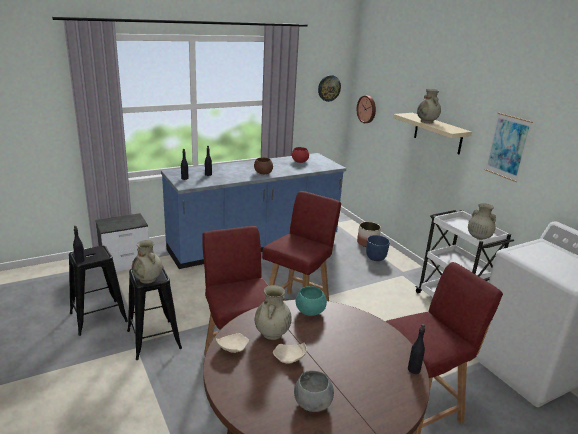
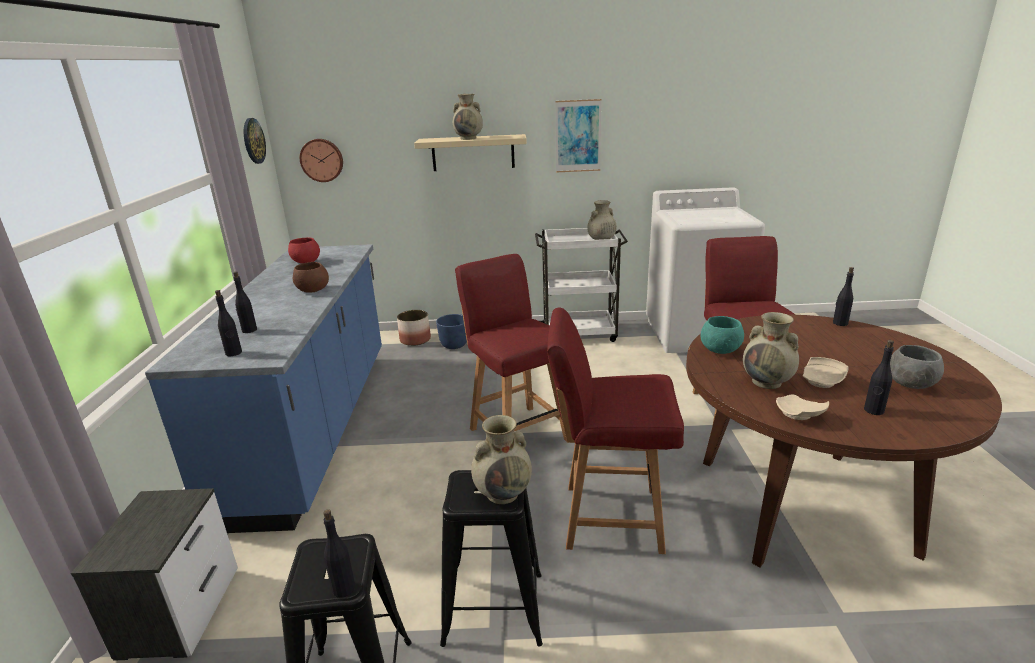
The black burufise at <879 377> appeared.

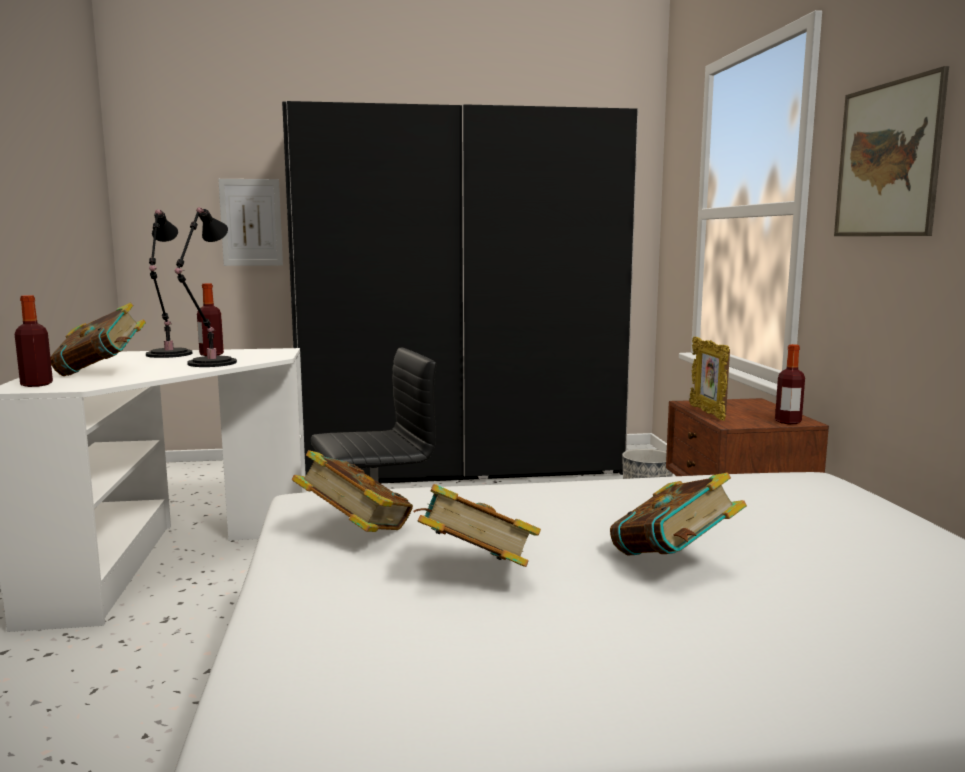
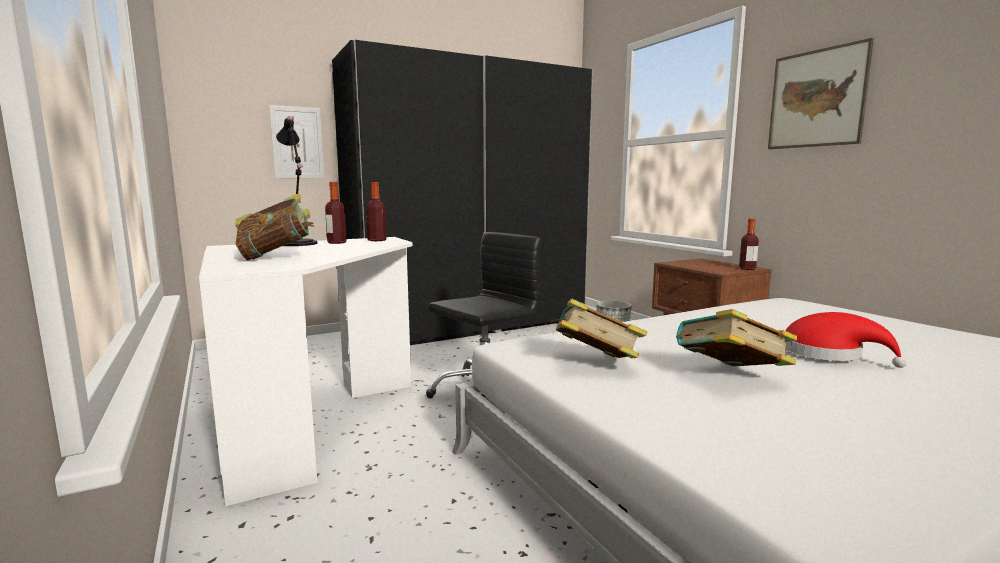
The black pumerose at <206 287> disappeared.
The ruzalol at <709 378> disappeared.
The burufise moved from <34 341> to <376 211>.
The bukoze at <678 514> was replaced by the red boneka at <846 340>.

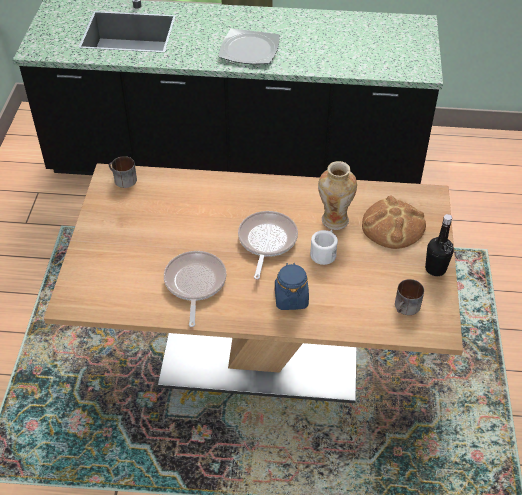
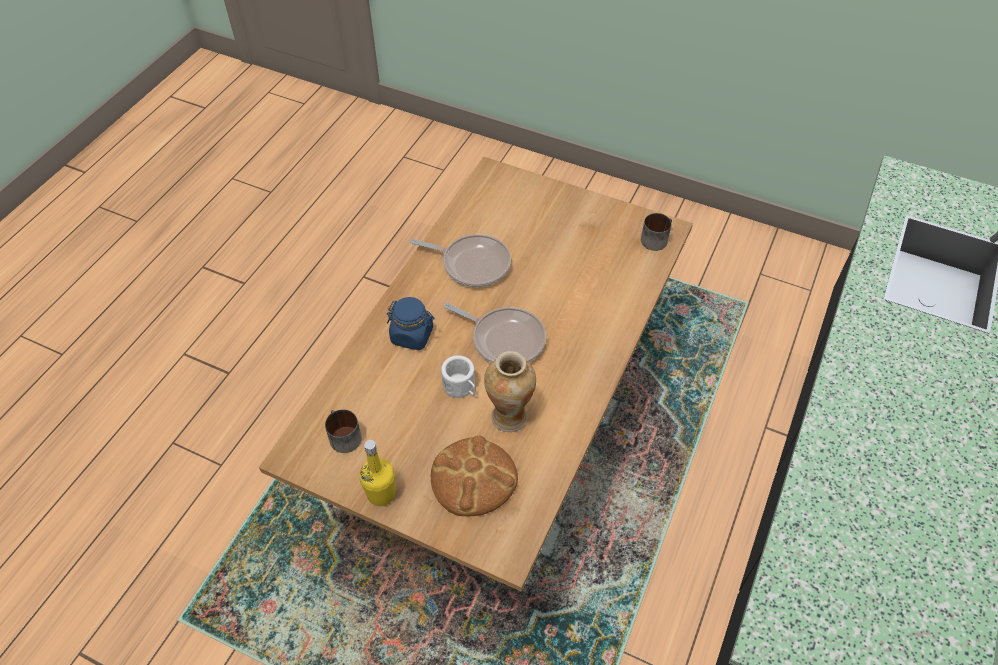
The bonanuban at <249 46> disappeared.
The black burufise at <439 245> became the yellow burufise at <377 473>.

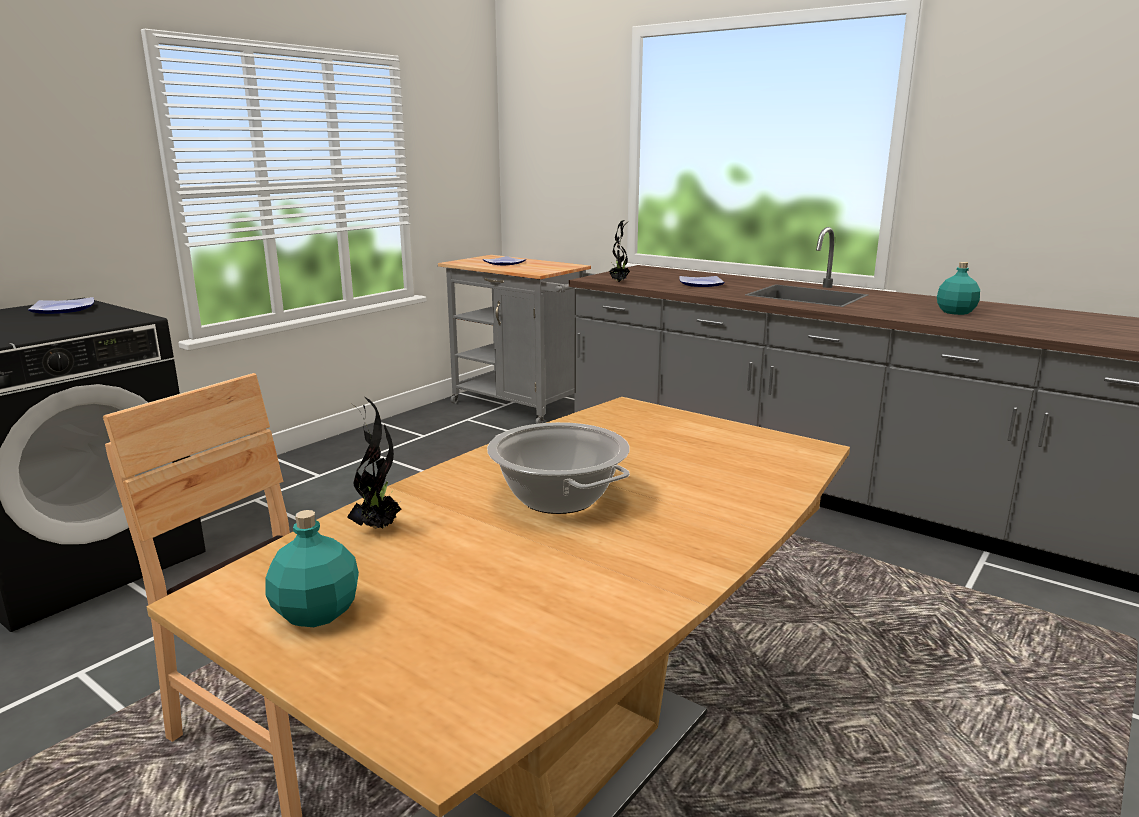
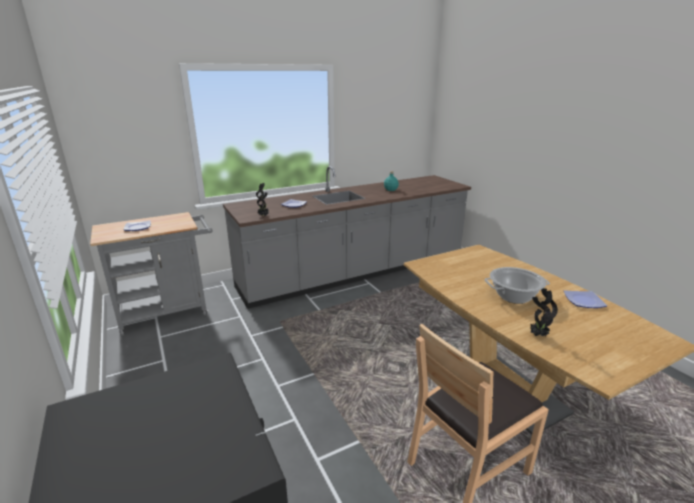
The turquoise burufise at <312 568> disappeared.
The bonanuban moved from <61 305> to <585 299>.

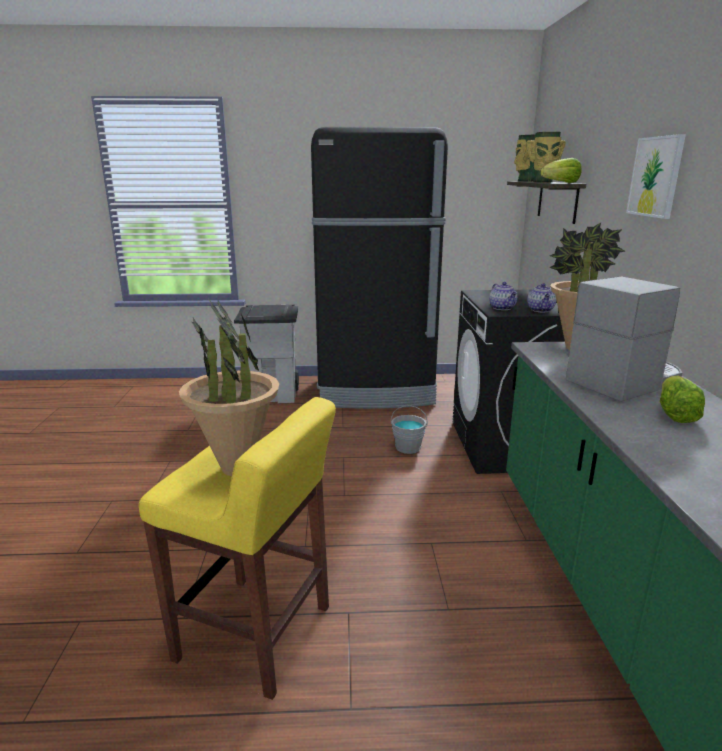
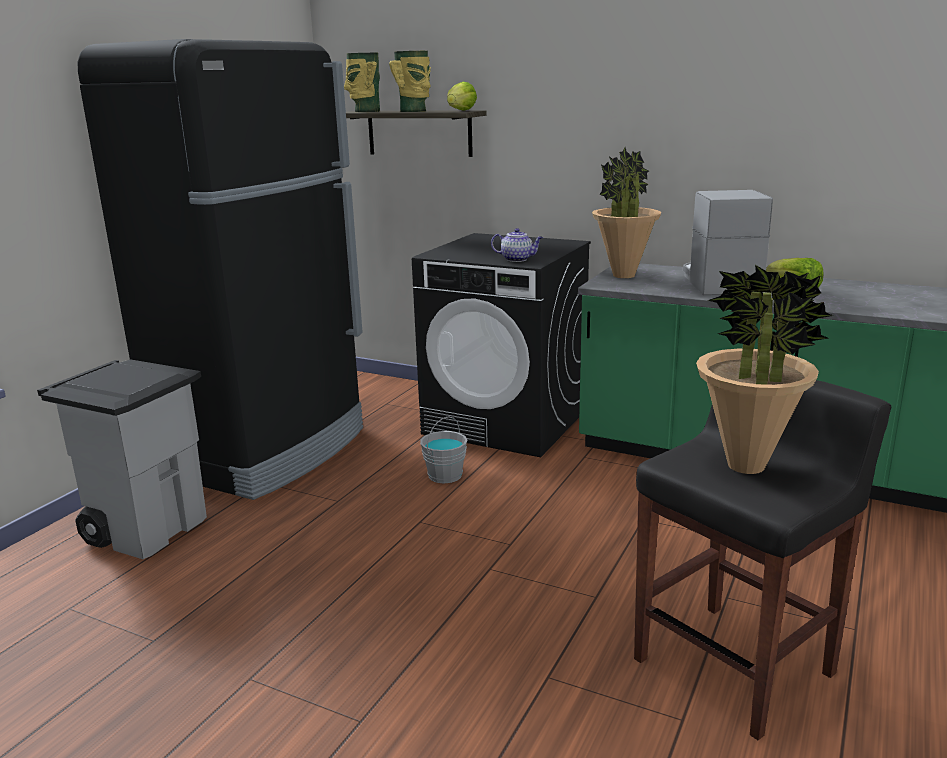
The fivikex at <542 297> disappeared.
The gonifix at <656 176> disappeared.
The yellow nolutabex at <237 548> became the black nolutabex at <762 560>.

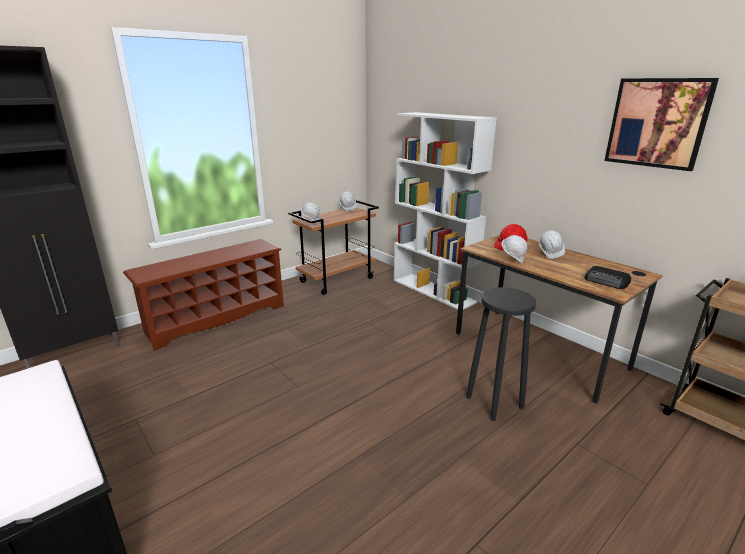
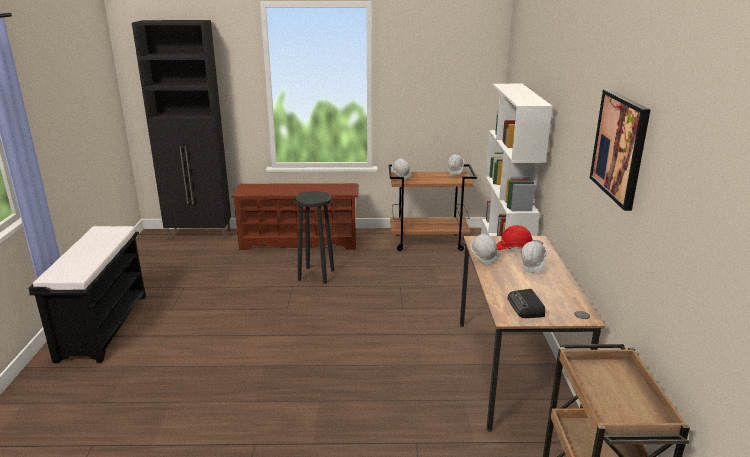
The black nolutabex moved from <501 354> to <314 237>.

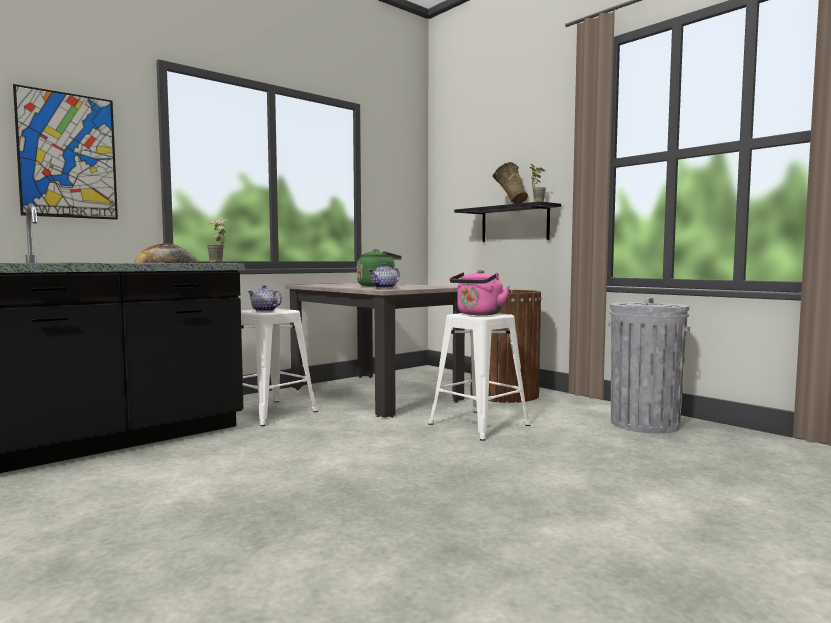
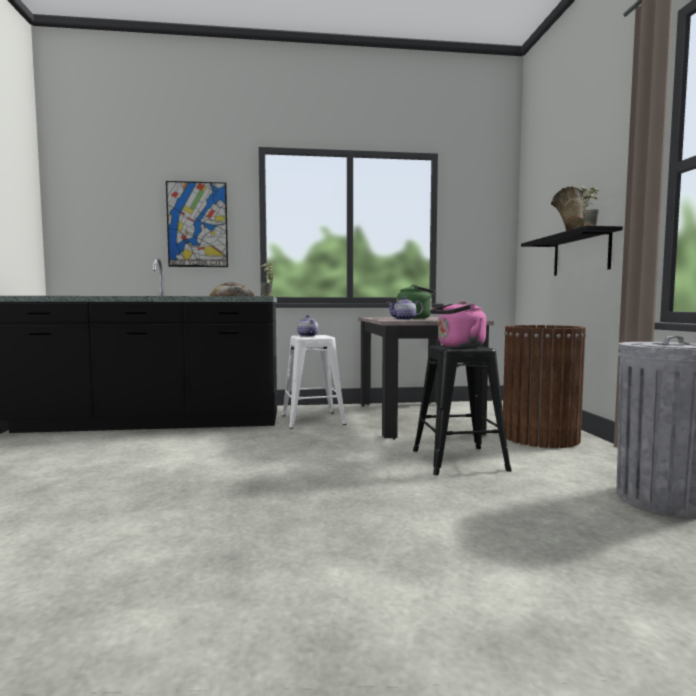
The white nolutabex at <479 377> became the black nolutabex at <462 410>.

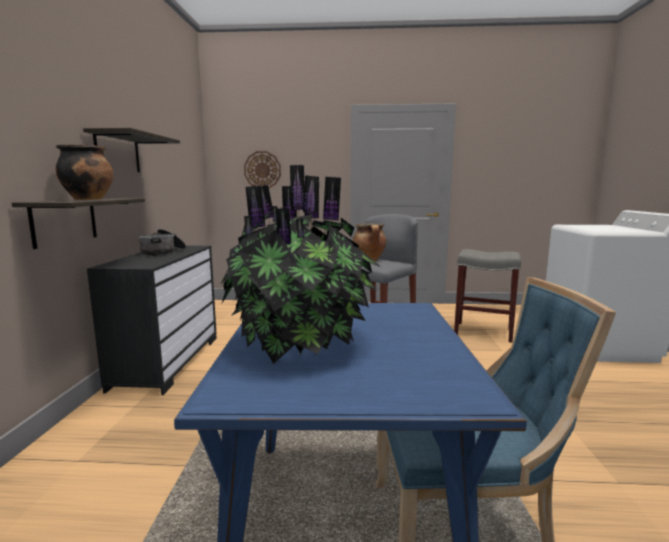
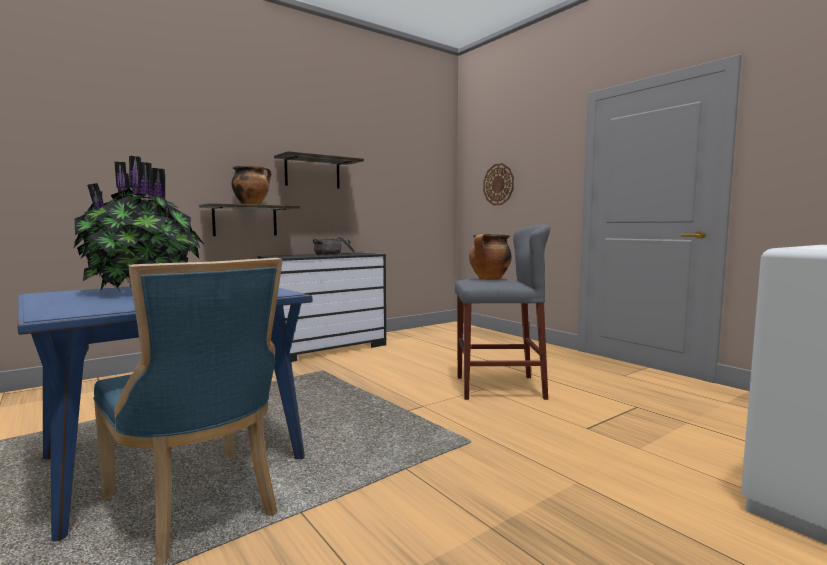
The grey nolutabex at <487 296> disappeared.

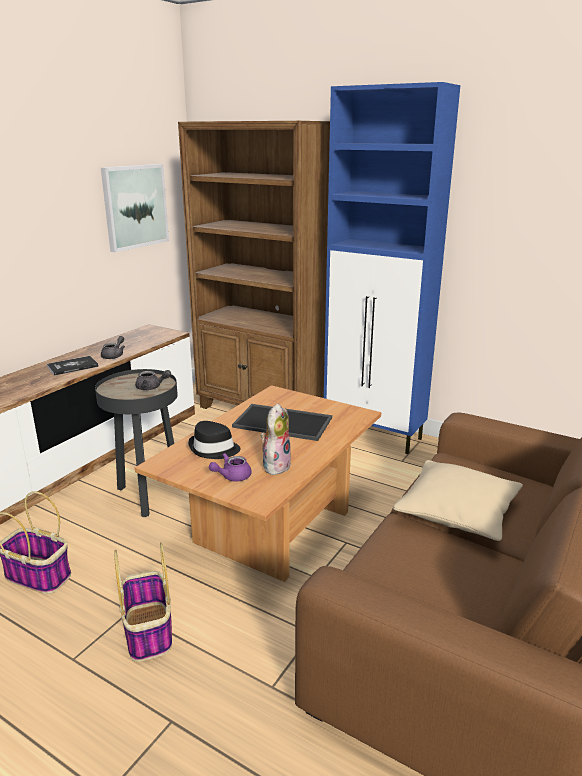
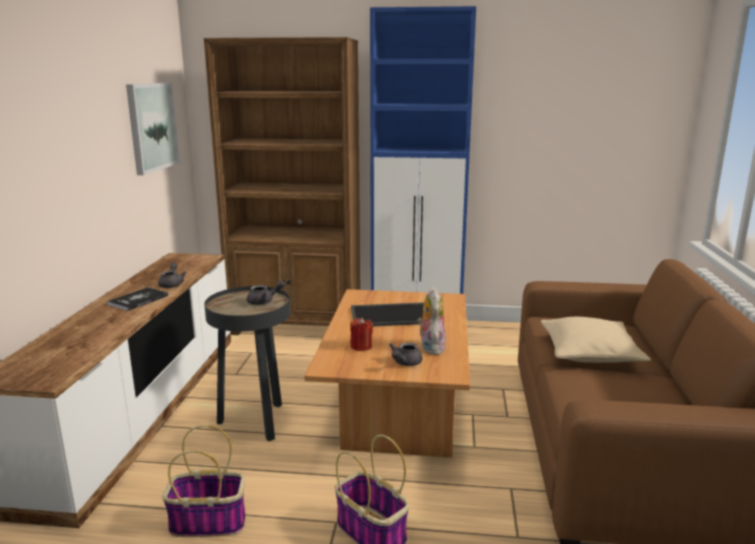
The black boneka at <214 440> was replaced by the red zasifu at <361 334>.
The purple fivikex at <230 467> became the grey fivikex at <405 354>.

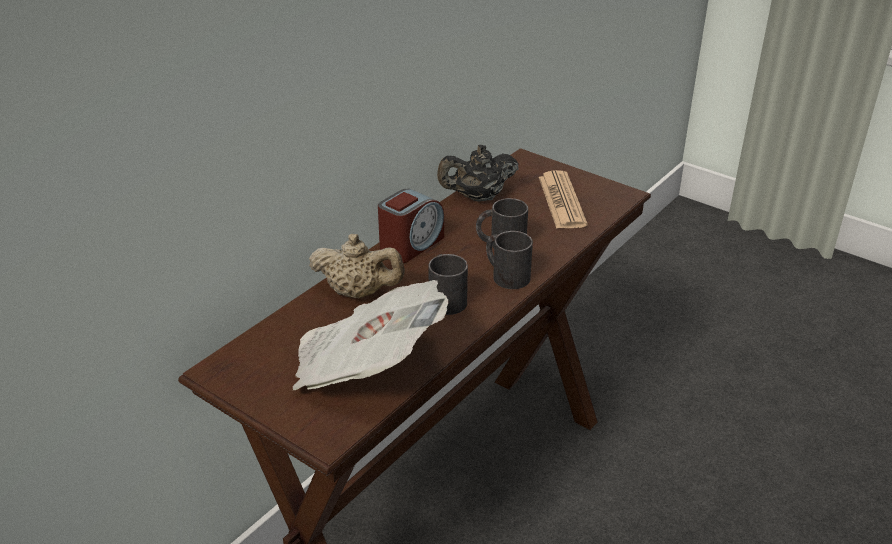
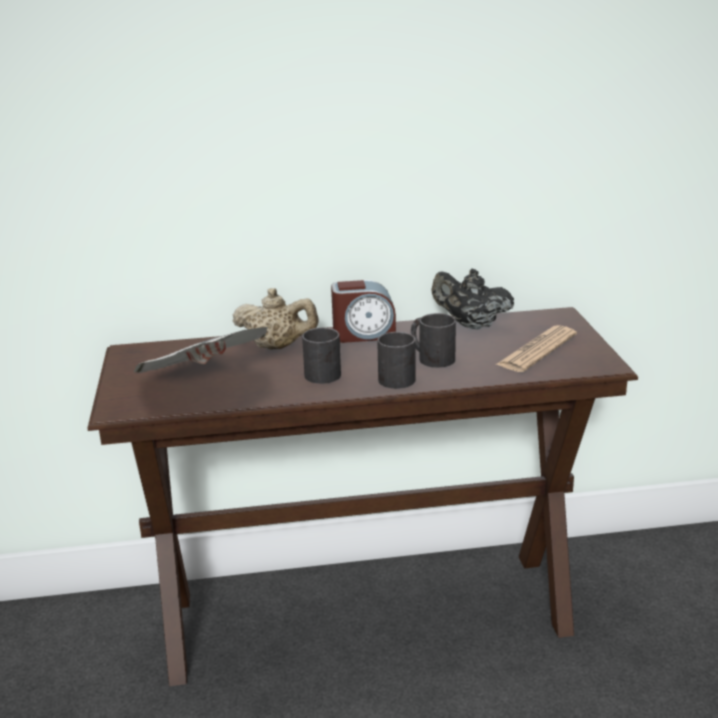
The beige fivikex at <357 266> turned 45 degrees counterclockwise.

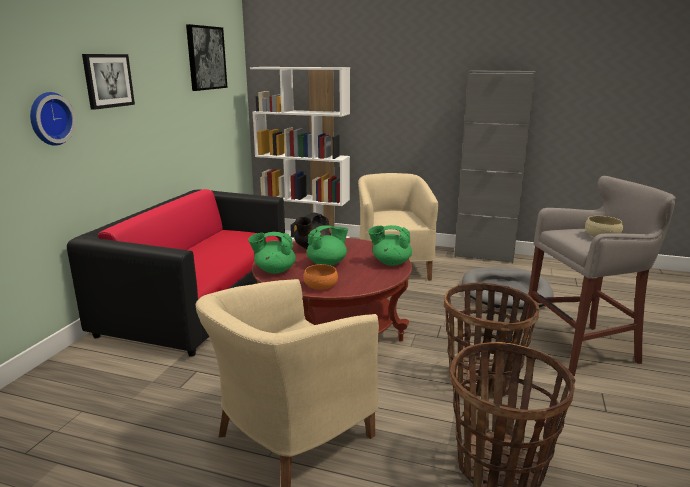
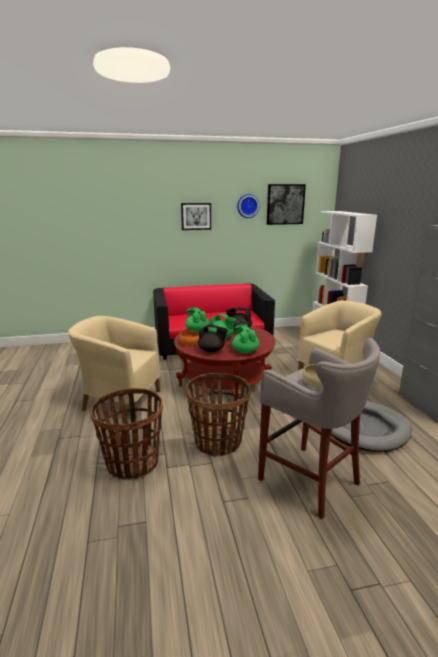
The black fivikex at <213 339> appeared.
The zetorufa moved from <53 119> to <248 206>.

